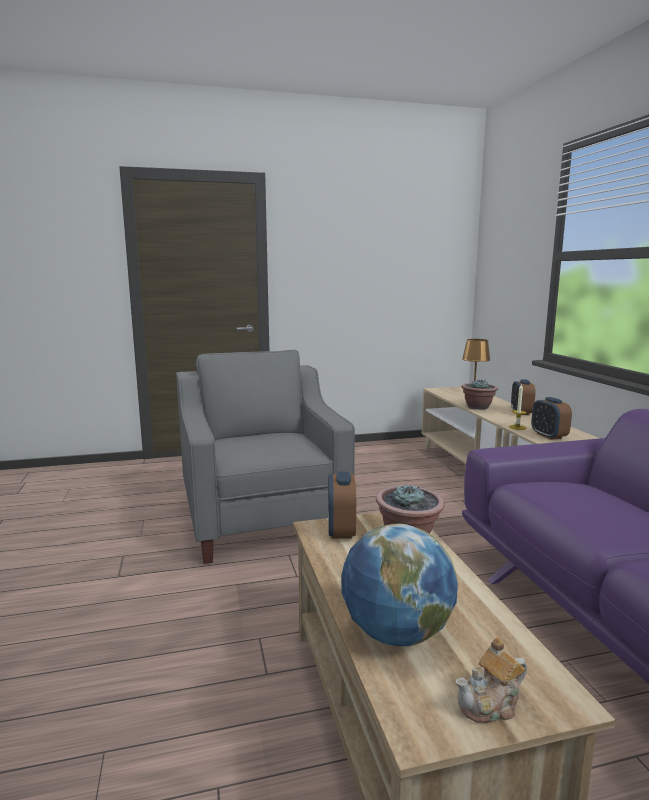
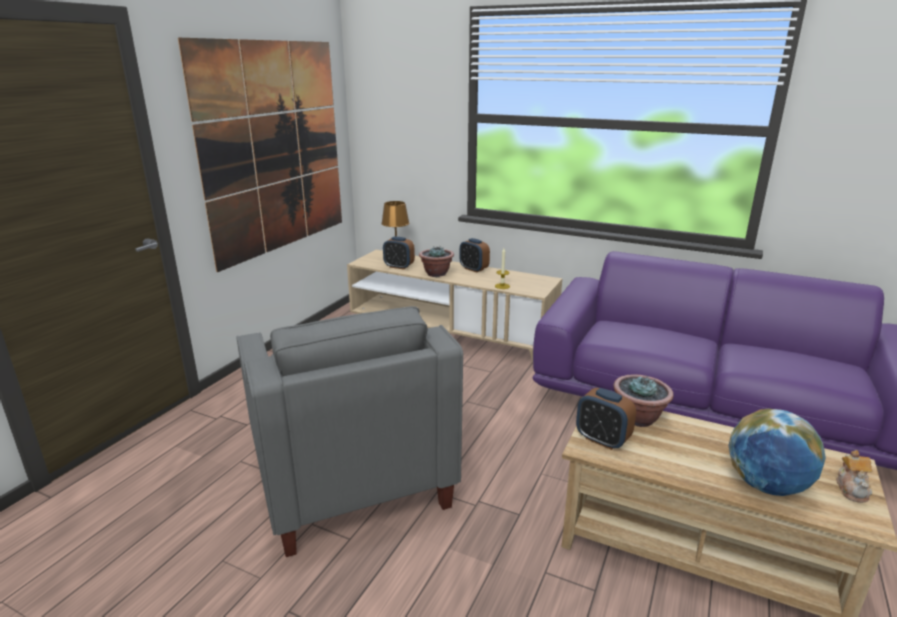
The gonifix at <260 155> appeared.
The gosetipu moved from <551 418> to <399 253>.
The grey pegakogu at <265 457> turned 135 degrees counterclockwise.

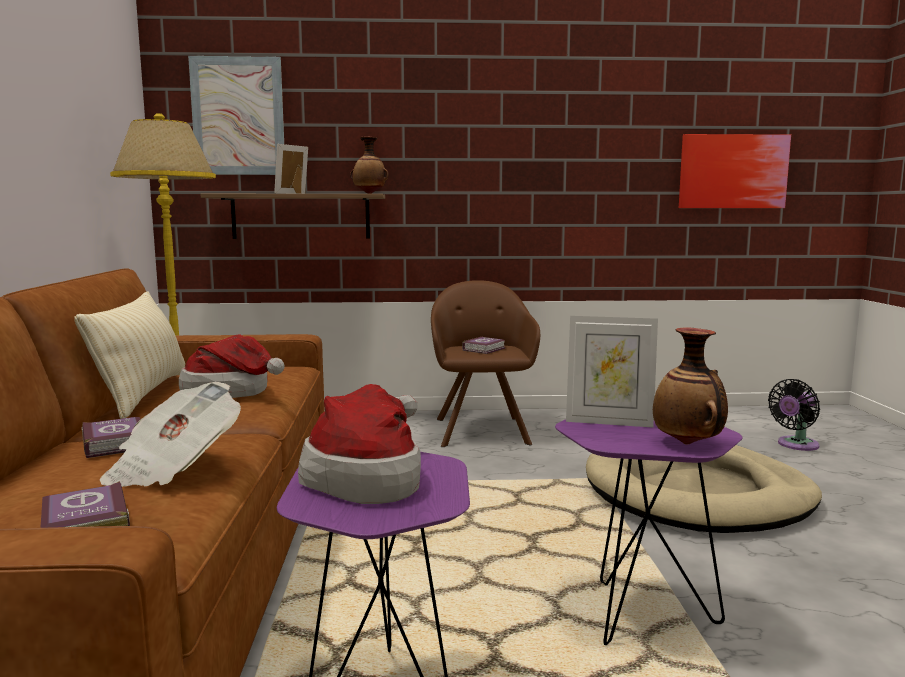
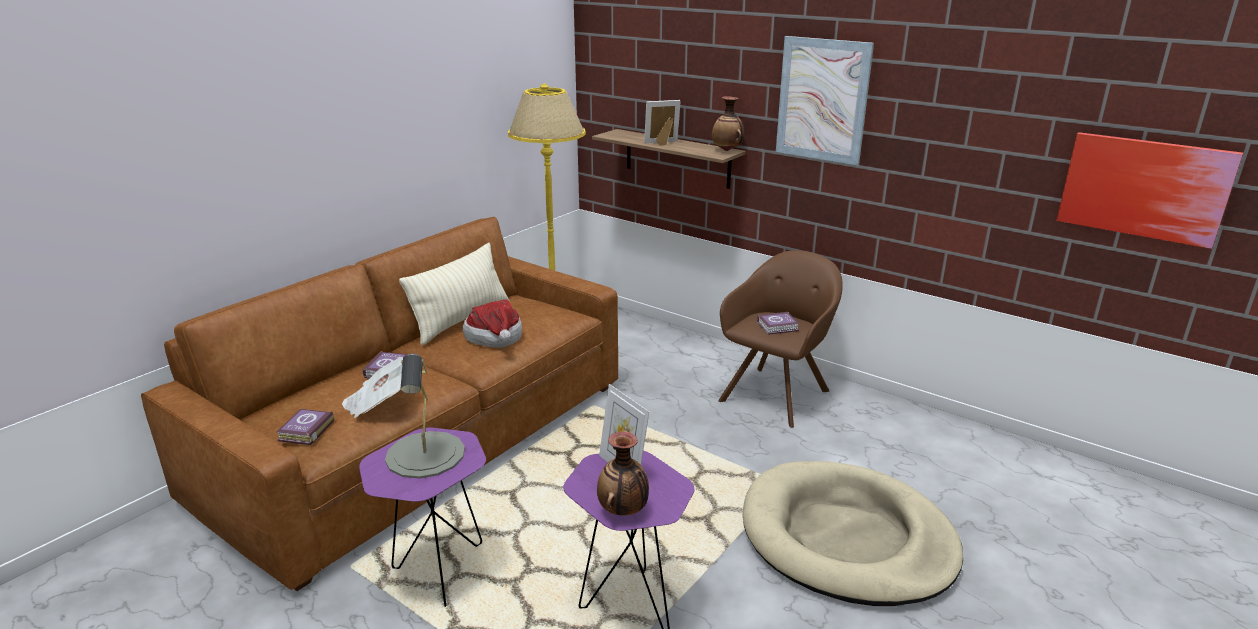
The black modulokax at <794 415> disappeared.
The gonifix moved from <236 115> to <825 100>.
The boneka at <359 444> was replaced by the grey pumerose at <425 416>.

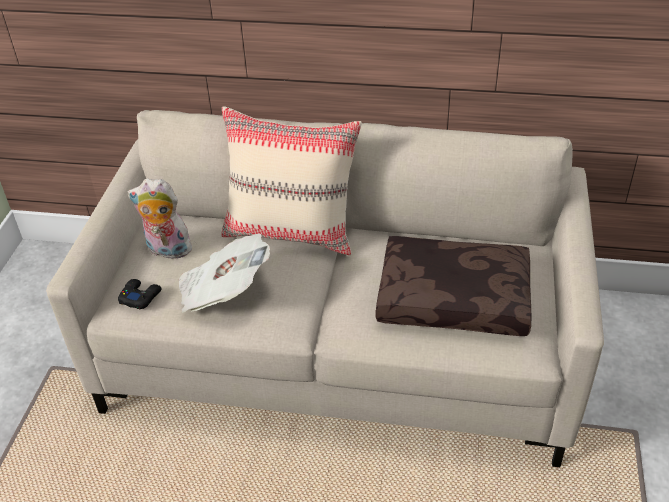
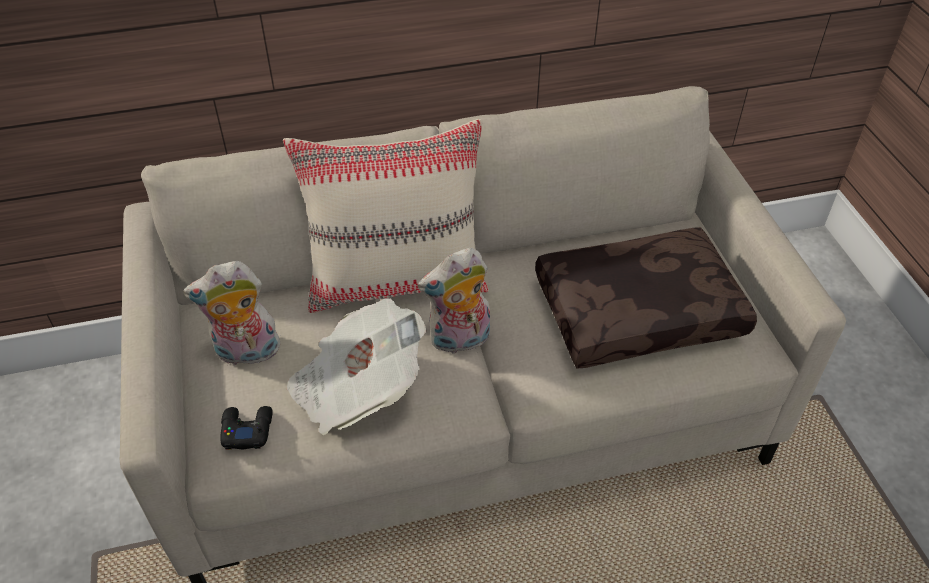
The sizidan at <454 301> appeared.

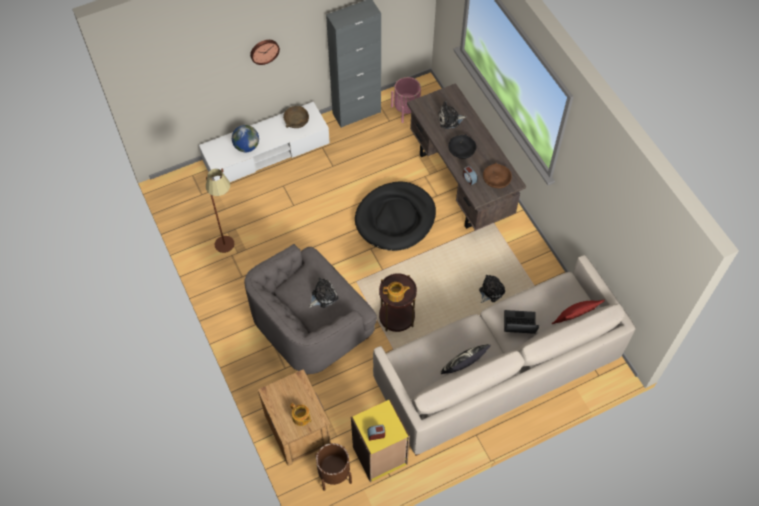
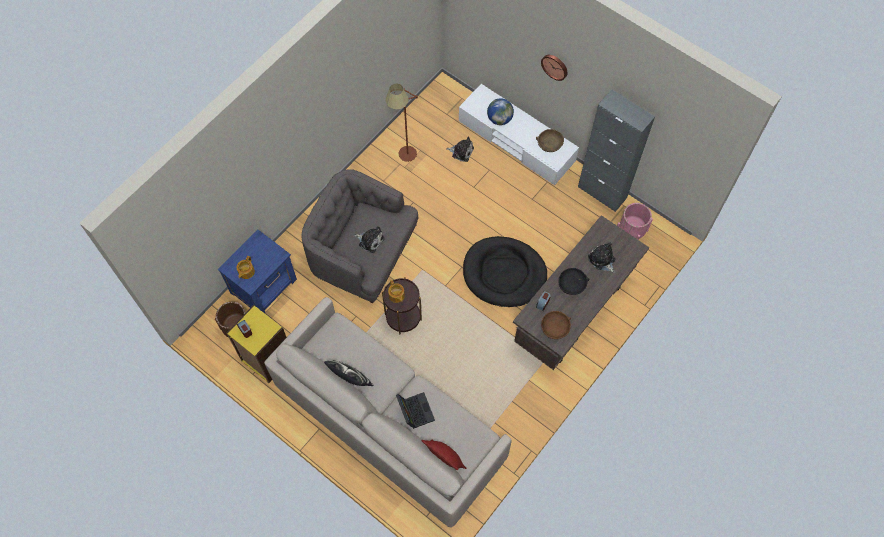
The sizidan moved from <492 289> to <460 149>.
The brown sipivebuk at <294 417> became the blue sipivebuk at <257 271>.

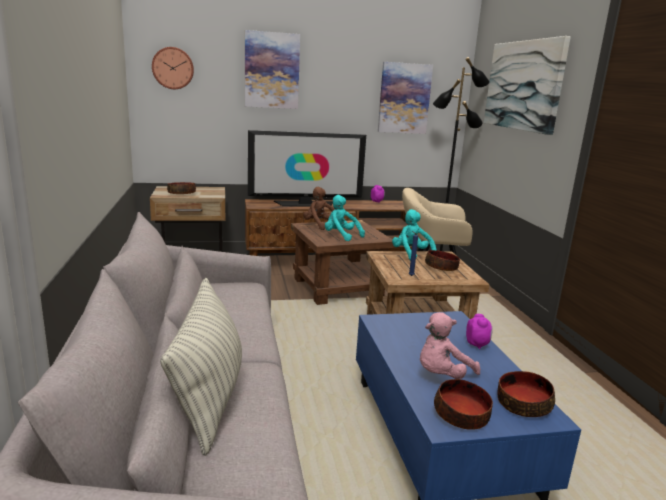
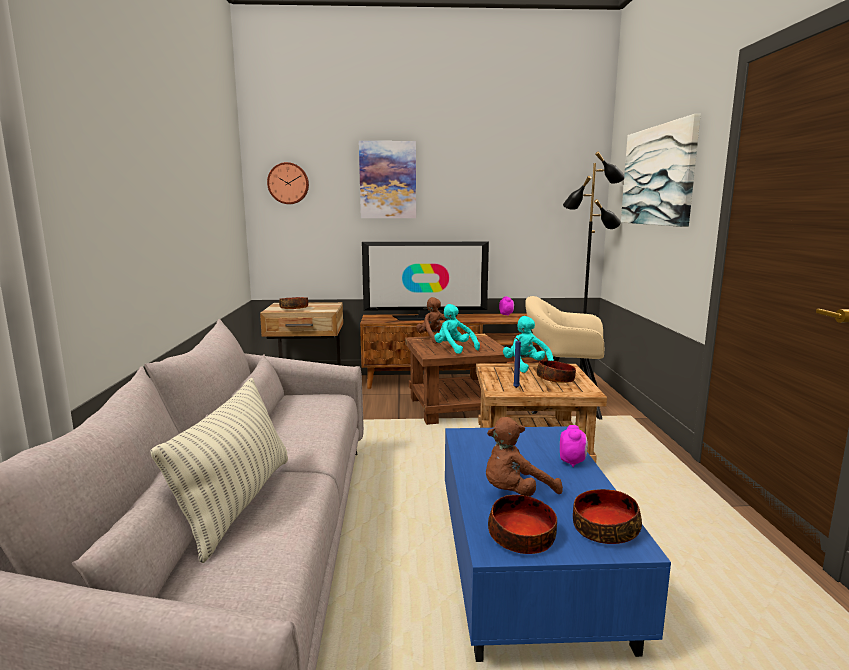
The gonifix at <405 98> disappeared.
The pink sizidan at <450 345> became the brown sizidan at <524 456>.

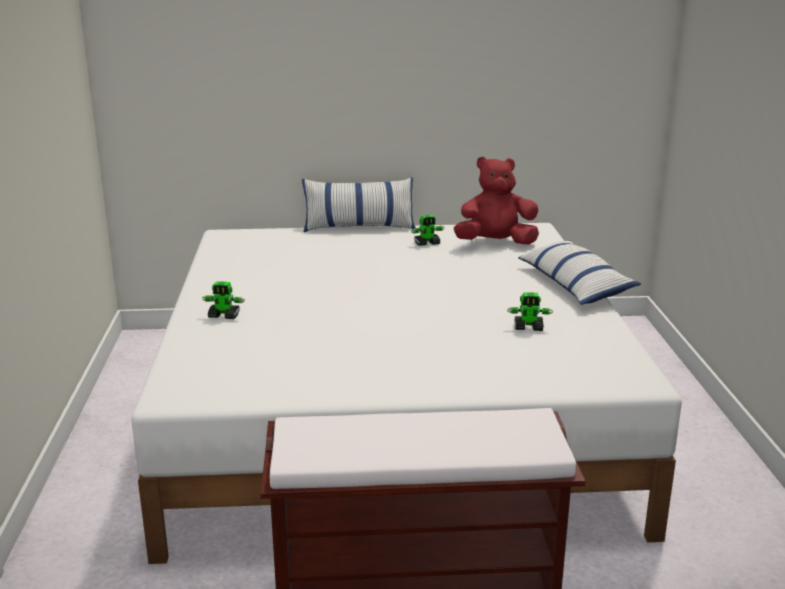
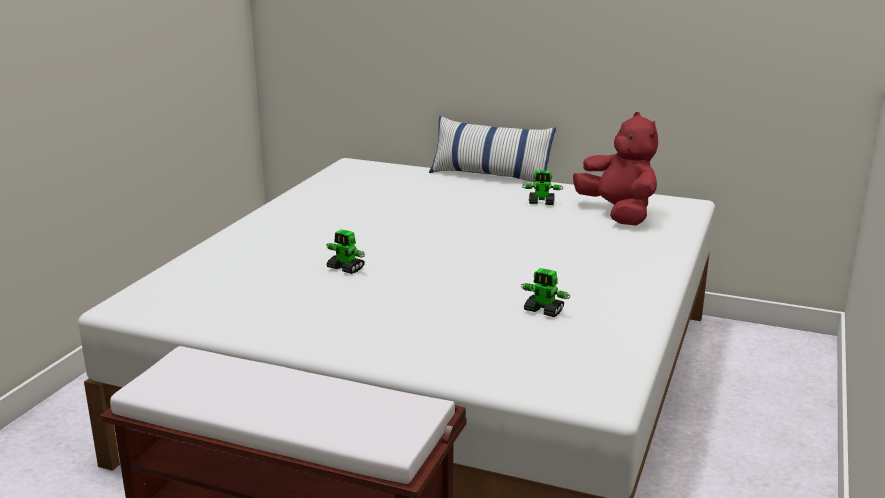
The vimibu at <579 272> disappeared.
The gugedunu moved from <223 300> to <345 251>.
The red sizidan at <496 201> turned 45 degrees clockwise.

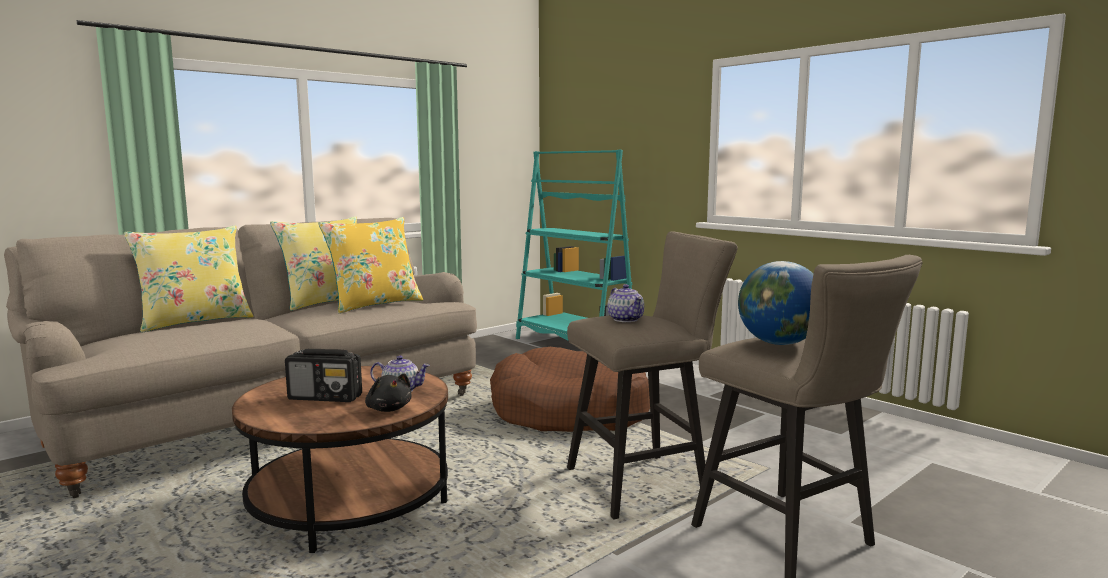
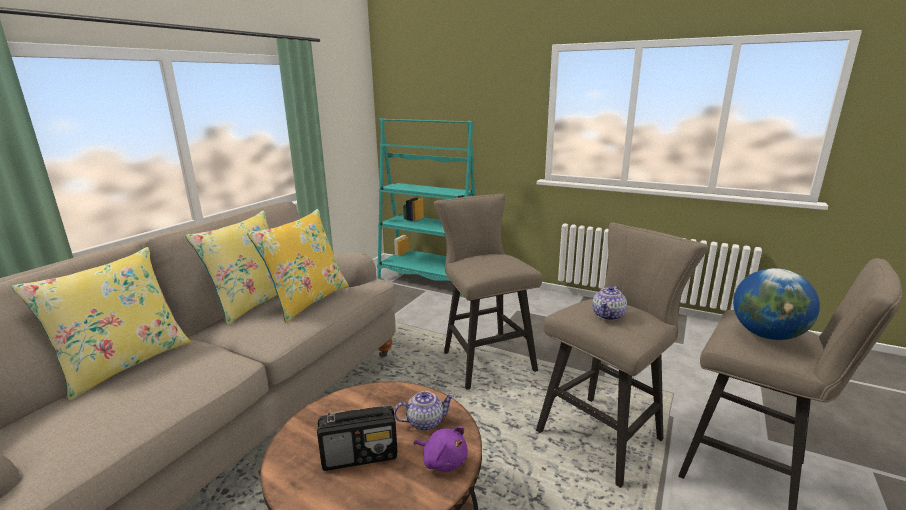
The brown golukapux at <570 389> was replaced by the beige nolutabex at <488 292>.
The black sizidan at <388 393> became the purple sizidan at <441 449>.
The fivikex at <625 303> turned 75 degrees clockwise.

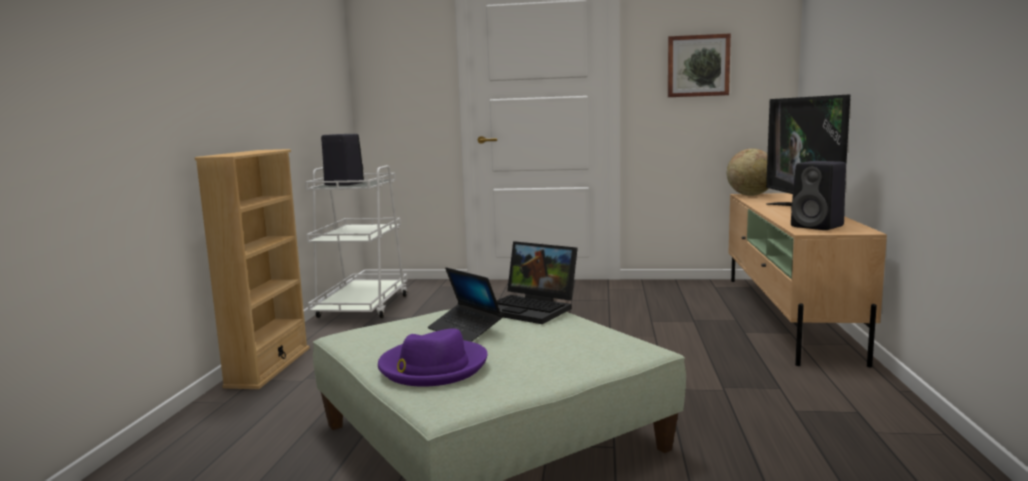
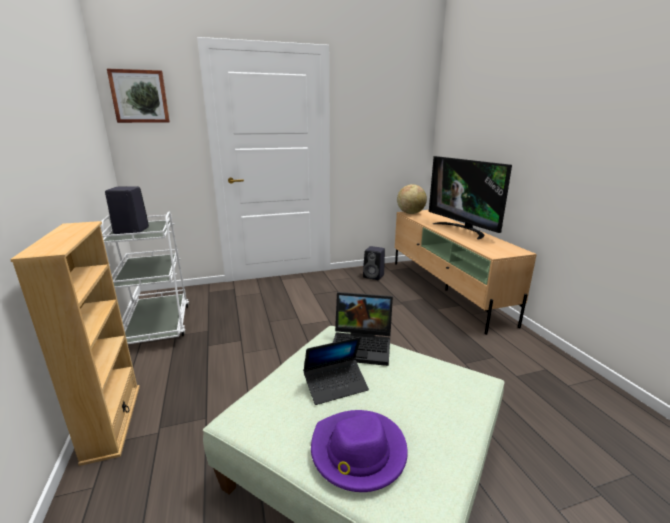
The gonifix moved from <699 65> to <138 96>.
The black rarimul moved from <818 195> to <374 263>.
The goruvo at <465 304> turned 45 degrees counterclockwise.

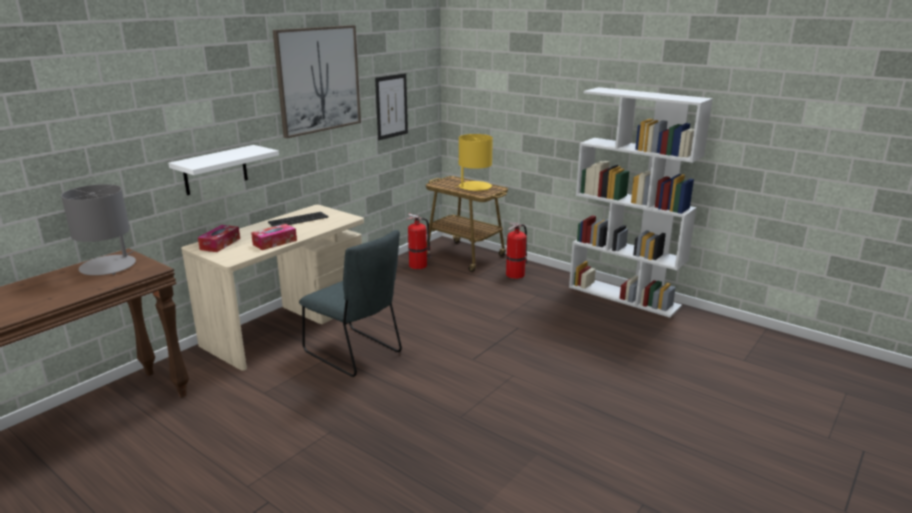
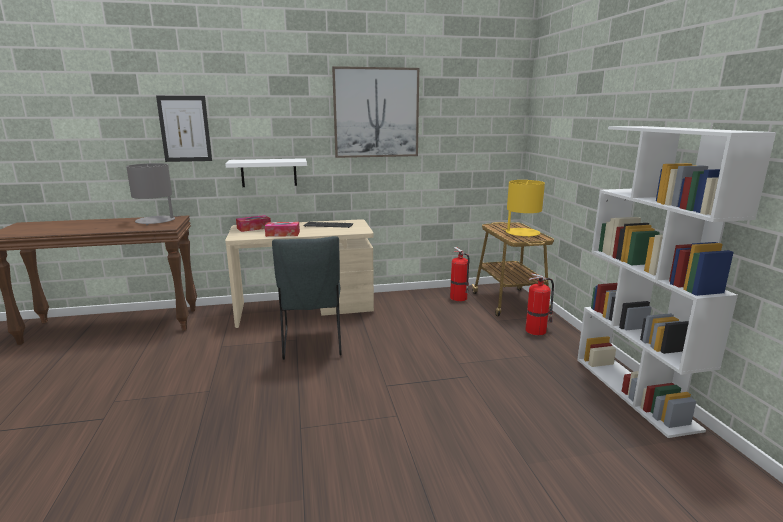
The gonifix moved from <391 106> to <184 129>.

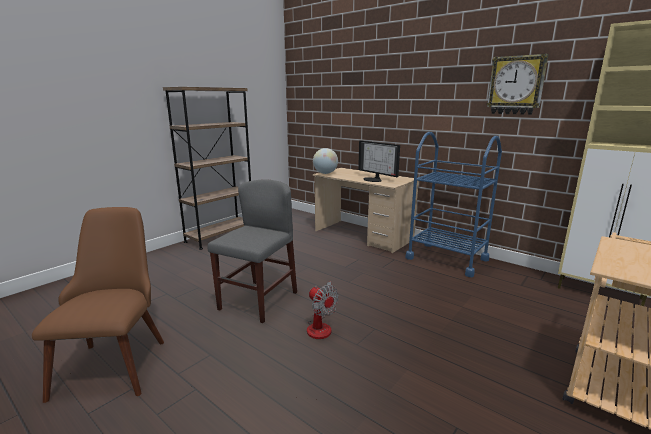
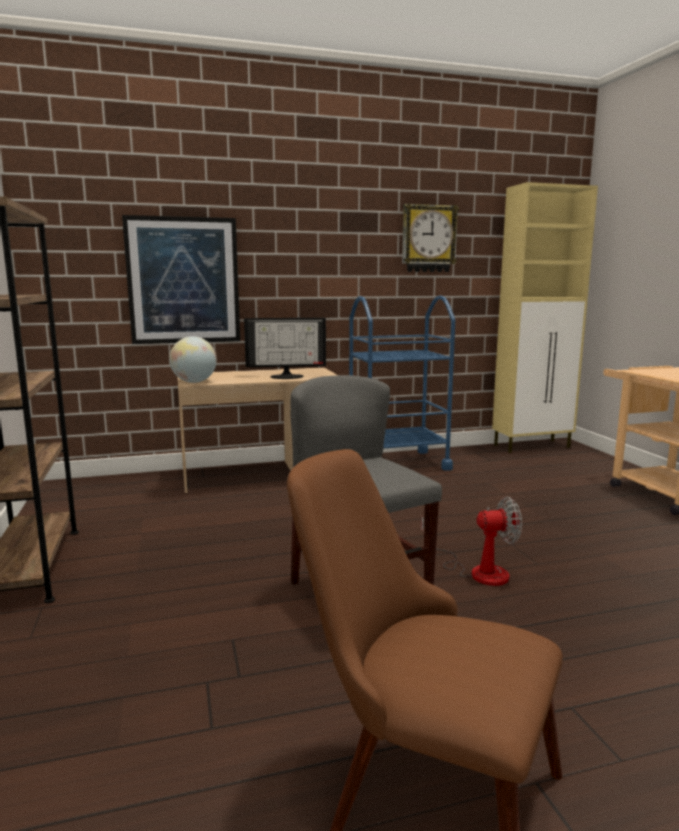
The gonifix at <181 279> appeared.

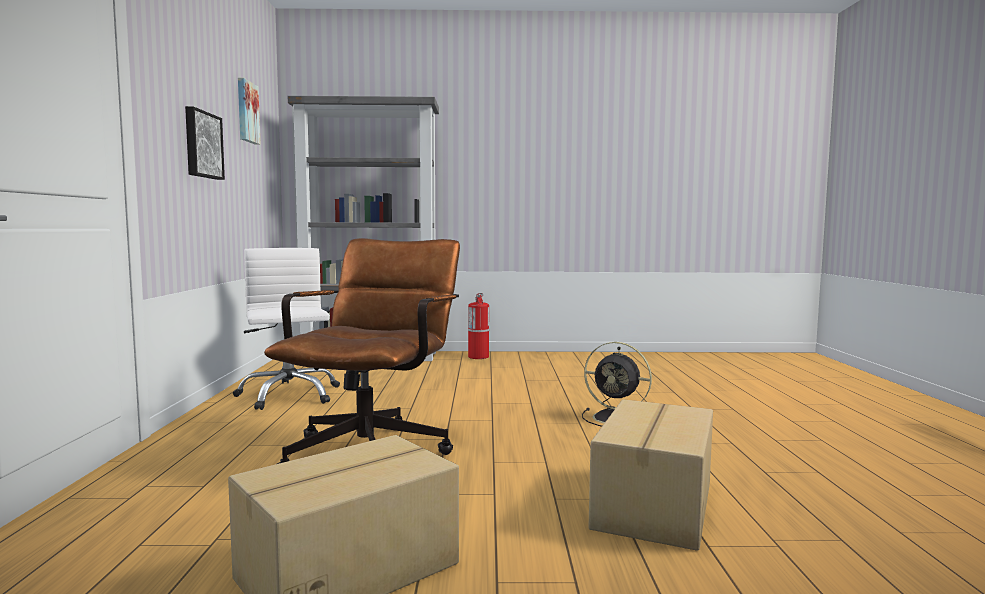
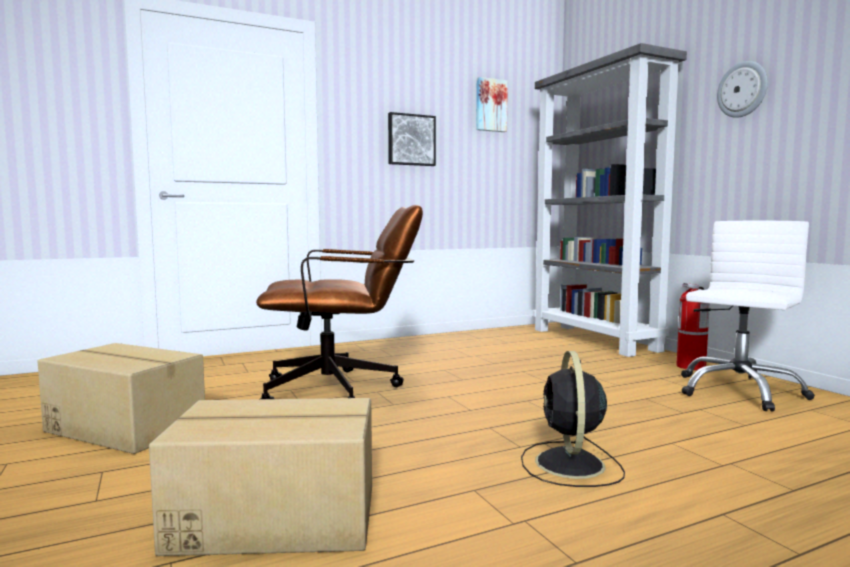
The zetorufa at <742 89> appeared.
The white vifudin moved from <286 329> to <748 316>.

